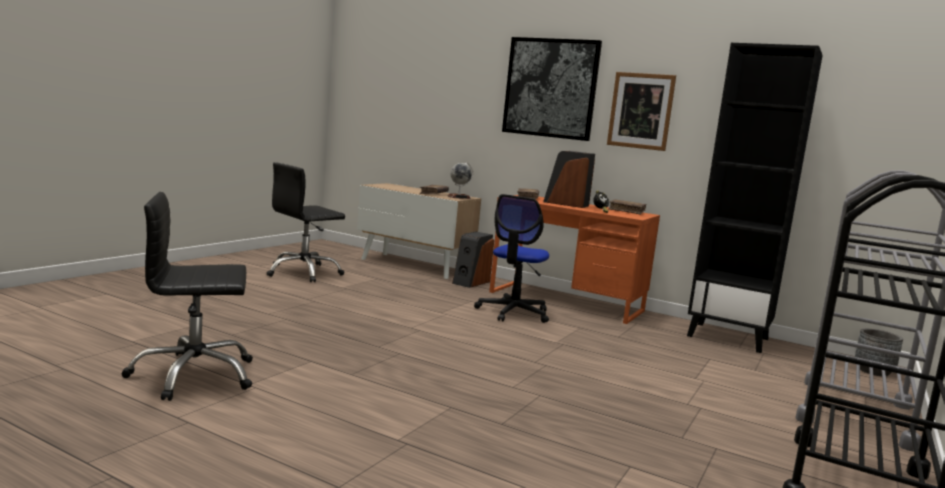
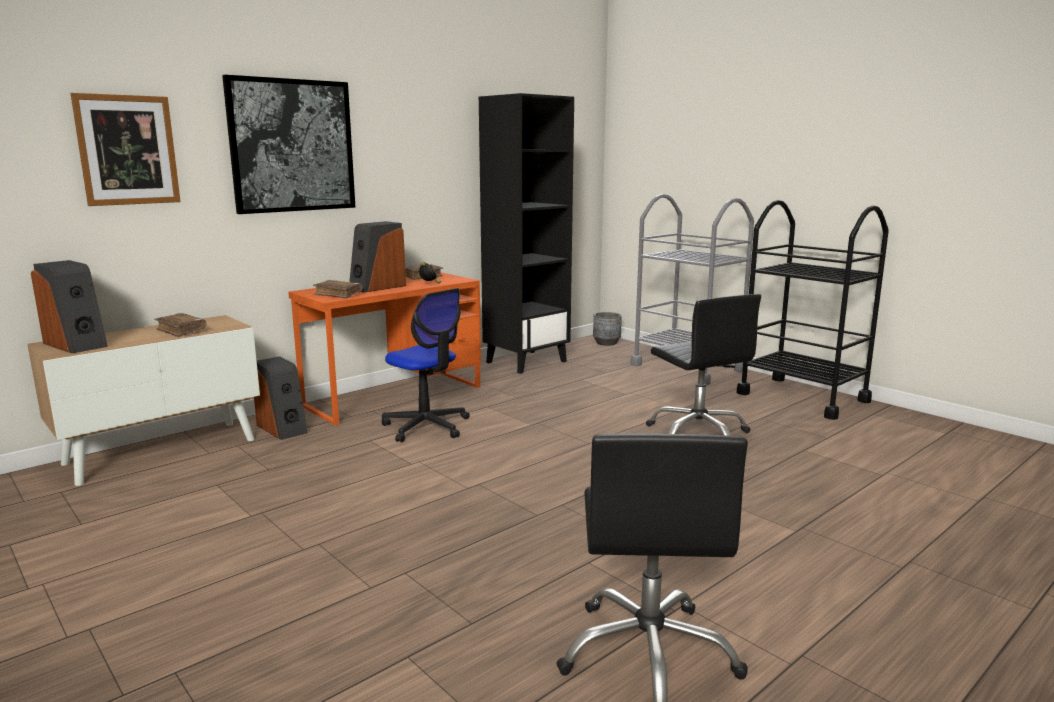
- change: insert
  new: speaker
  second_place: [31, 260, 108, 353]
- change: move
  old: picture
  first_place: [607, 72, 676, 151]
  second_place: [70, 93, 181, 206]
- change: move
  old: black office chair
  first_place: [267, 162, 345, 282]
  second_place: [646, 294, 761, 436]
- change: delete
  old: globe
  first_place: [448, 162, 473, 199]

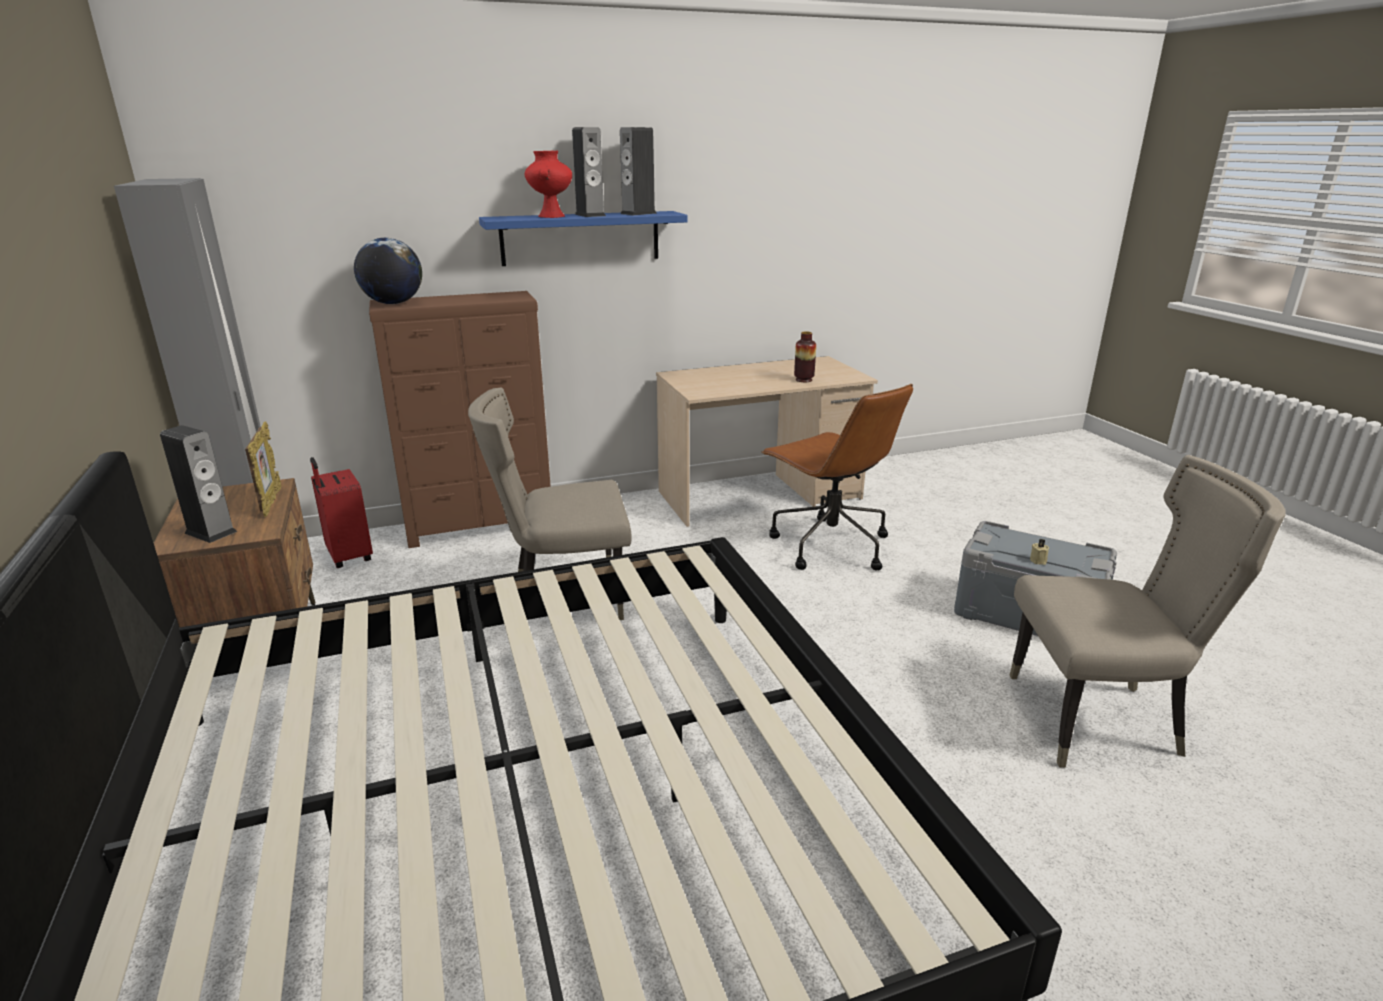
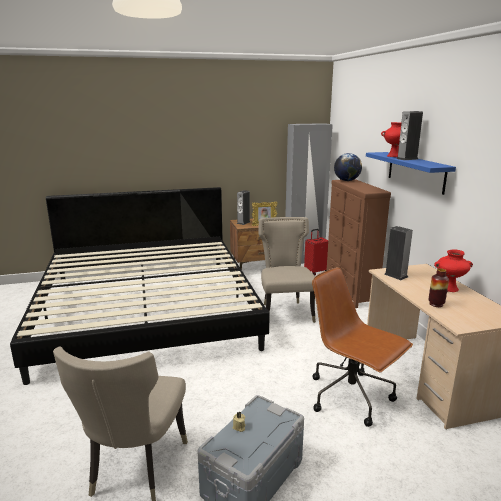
- change: rotate
  old: brown office chair
  first_place: [761, 384, 913, 570]
  second_place: [312, 267, 413, 427]
  degrees: 75
- change: move
  old: speaker
  first_place: [620, 127, 657, 215]
  second_place: [384, 226, 413, 280]
- change: insert
  new: red vase
  second_place: [434, 249, 473, 292]

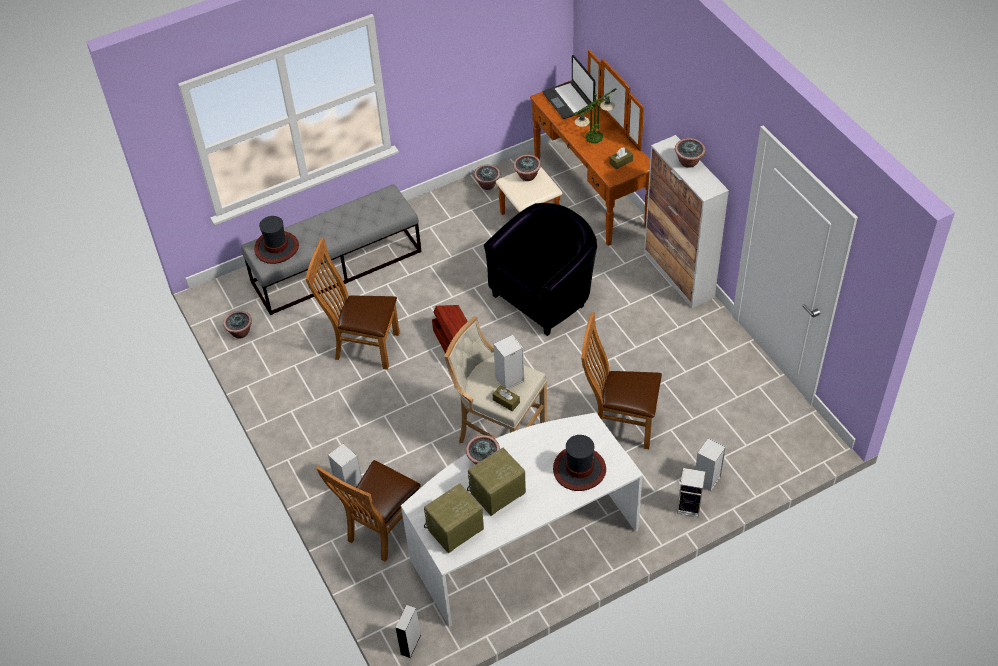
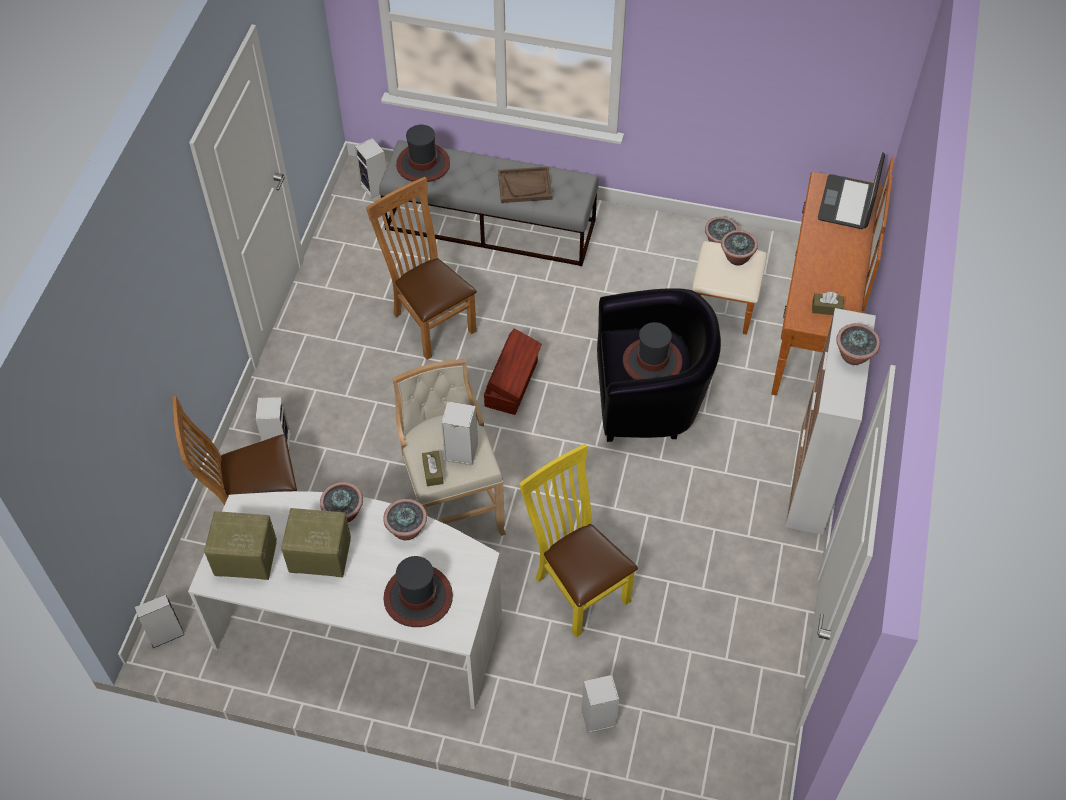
- change: move
  old: speaker
  first_place: [677, 468, 705, 517]
  second_place: [355, 138, 386, 199]
- change: move
  old: potted plant
  first_place: [223, 311, 252, 339]
  second_place: [383, 499, 427, 541]
- change: insert
  new: brown tray
  second_place: [498, 167, 552, 203]
- change: recolor
  old: brown chair
  new: yellow chair
  first_place: [581, 312, 662, 449]
  second_place: [519, 444, 638, 638]
- change: insert
  new: hat
  second_place: [623, 322, 682, 380]
- change: delete
  old: table lamp
  first_place: [574, 88, 616, 143]

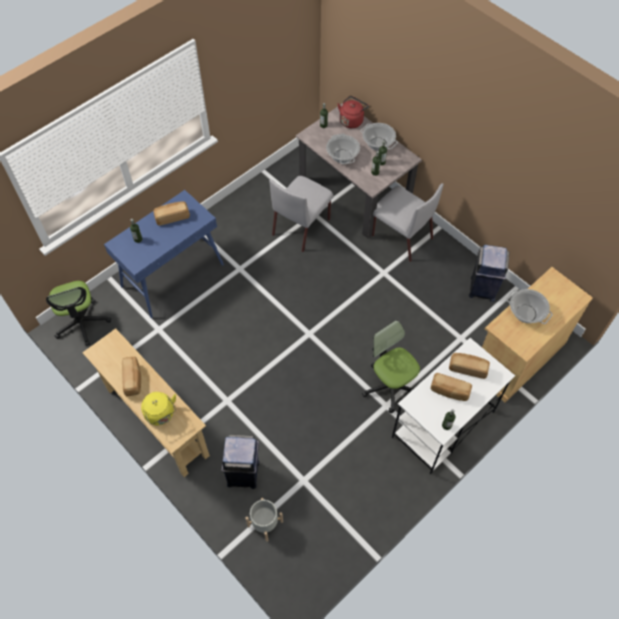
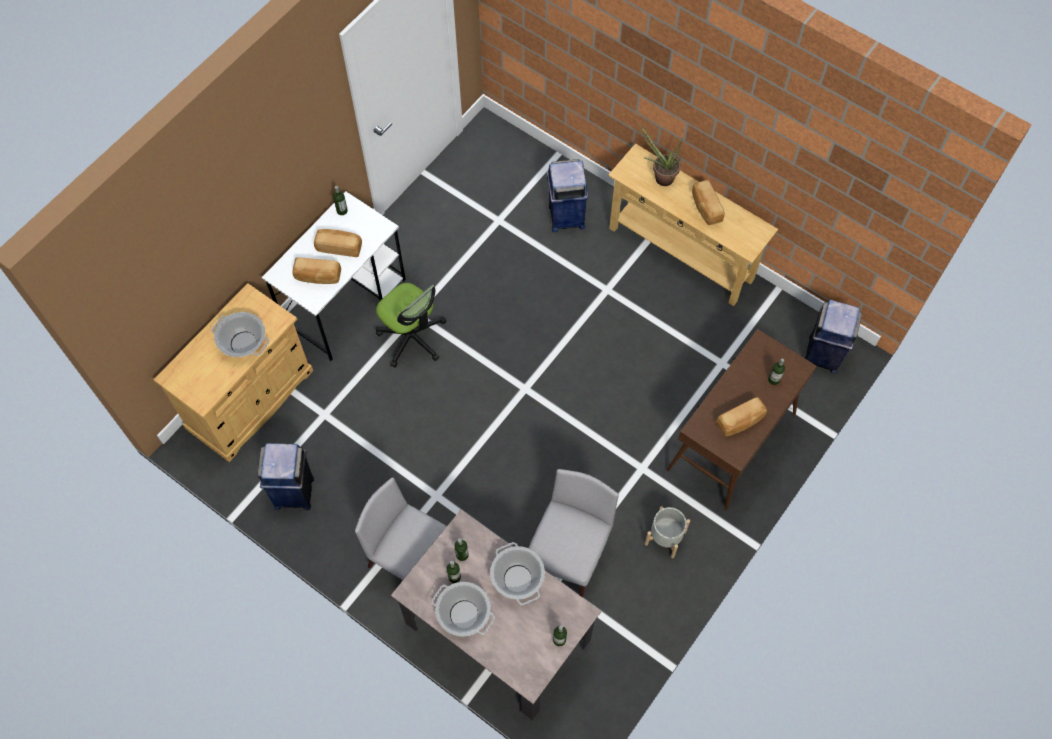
- change: replace
  old: yellow kettle
  new: potted plant
  first_place: [141, 392, 176, 426]
  second_place: [640, 126, 682, 186]
- change: move
  old: grey planter
  first_place: [245, 498, 283, 542]
  second_place: [645, 506, 690, 558]
- change: recolor
  old: blue console table
  new: brown console table
  first_place: [104, 190, 224, 318]
  second_place: [667, 329, 817, 510]
- change: replace
  old: office chair
  new: blue trash can
  first_place: [46, 281, 111, 346]
  second_place: [805, 300, 862, 374]
- change: delete
  old: red kettle
  first_place: [338, 96, 369, 128]

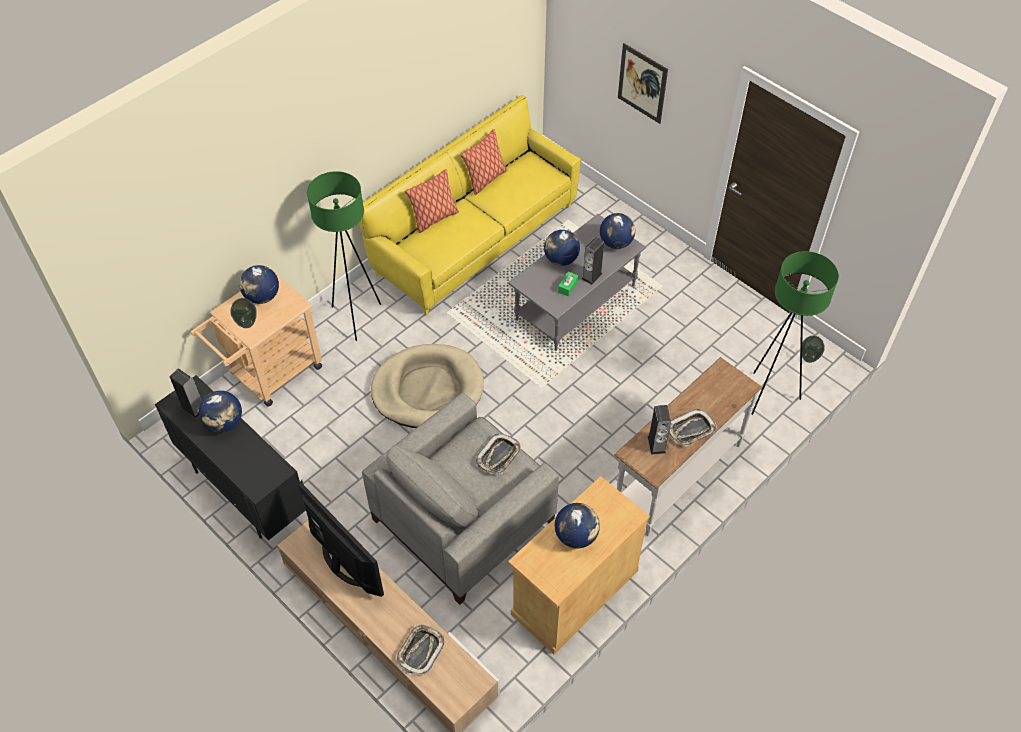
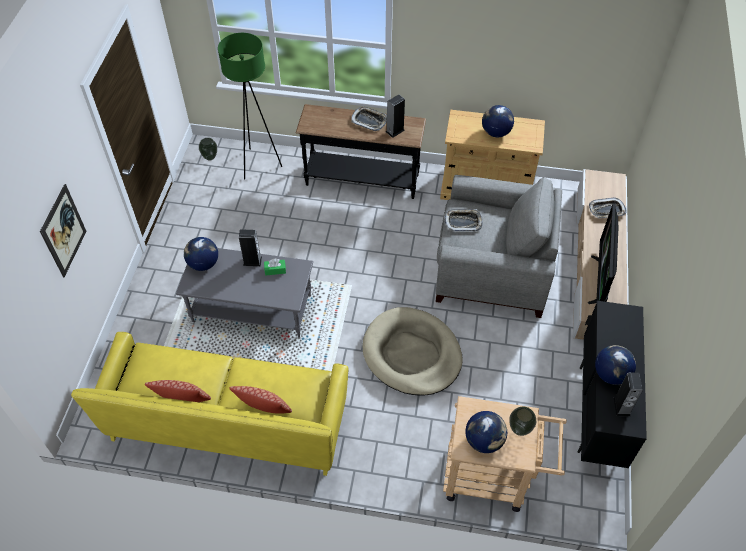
- change: recolor
  old: white console table
  new: black console table
  first_place: [614, 357, 763, 536]
  second_place: [296, 104, 426, 199]
- change: delete
  old: green floor lamp
  first_place: [307, 171, 381, 341]
- change: delete
  old: globe
  first_place: [544, 230, 580, 266]

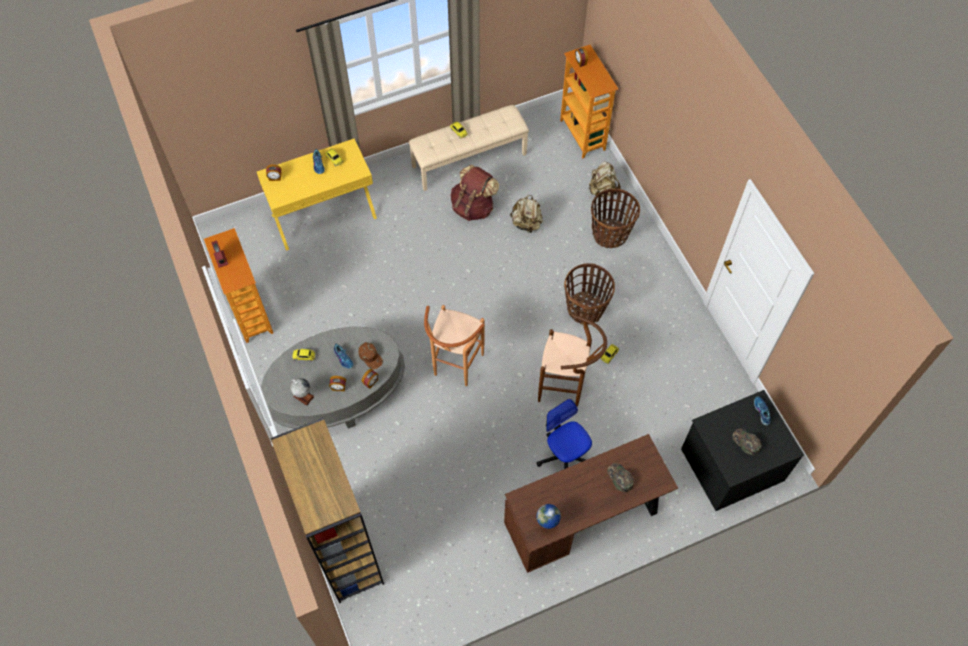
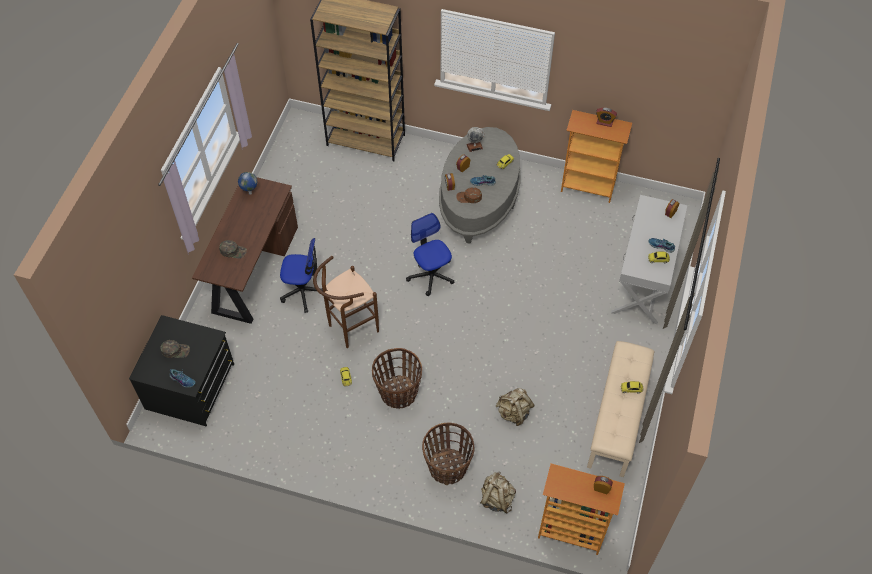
- change: replace
  old: brown stool
  new: office chair
  first_place: [424, 305, 485, 386]
  second_place: [406, 213, 454, 296]
- change: recolor
  old: yellow console table
  new: white console table
  first_place: [257, 139, 377, 251]
  second_place: [611, 195, 687, 324]
- change: delete
  old: brown backpack
  first_place: [451, 165, 499, 221]

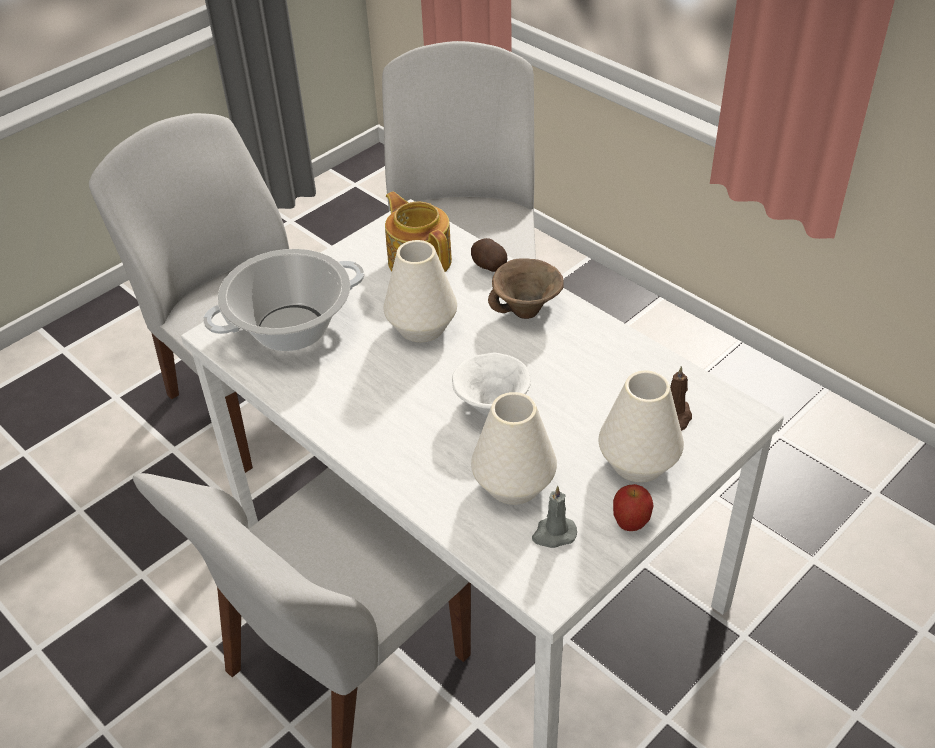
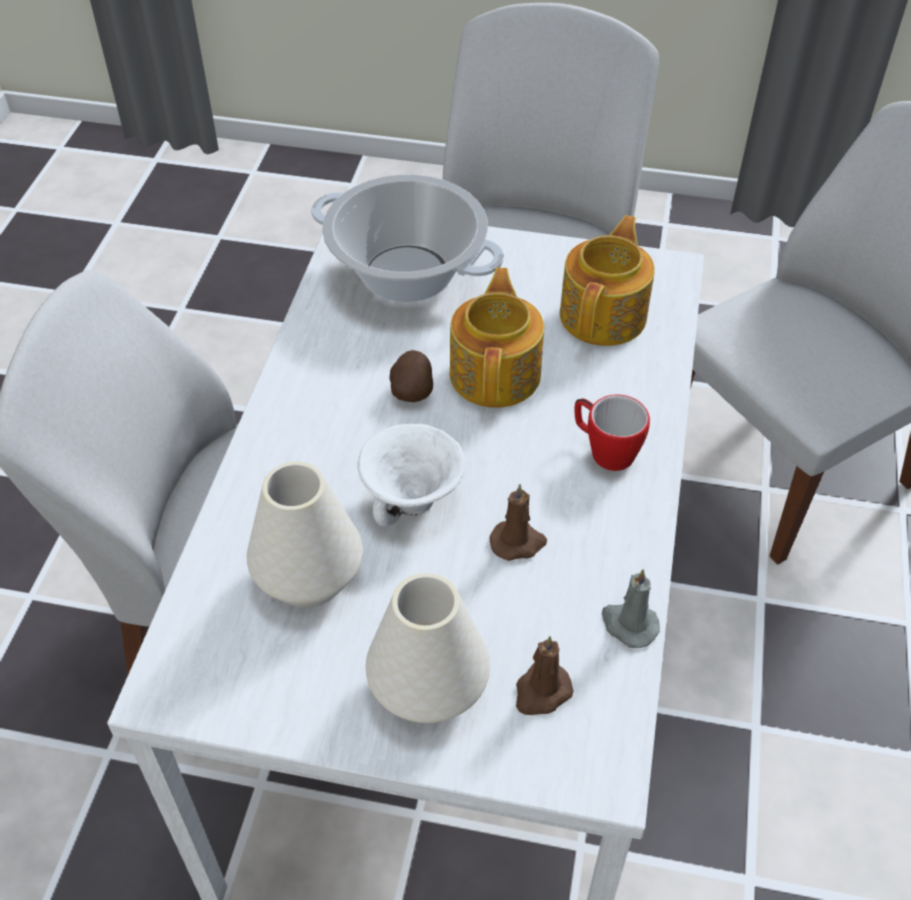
- change: move
  old: potato
  first_place: [471, 238, 507, 272]
  second_place: [389, 350, 433, 402]
- change: replace
  old: white vase
  new: teapot
  first_place: [384, 240, 457, 342]
  second_place: [450, 268, 544, 408]
- change: insert
  new: brown candle
  second_place: [490, 484, 547, 561]
- change: replace
  old: brown bowl
  new: mug
  first_place: [488, 258, 564, 319]
  second_place: [575, 394, 650, 471]
- change: move
  old: grey candle
  first_place: [532, 486, 577, 548]
  second_place: [602, 569, 660, 648]
- change: delete
  old: apple
  first_place: [613, 484, 653, 531]

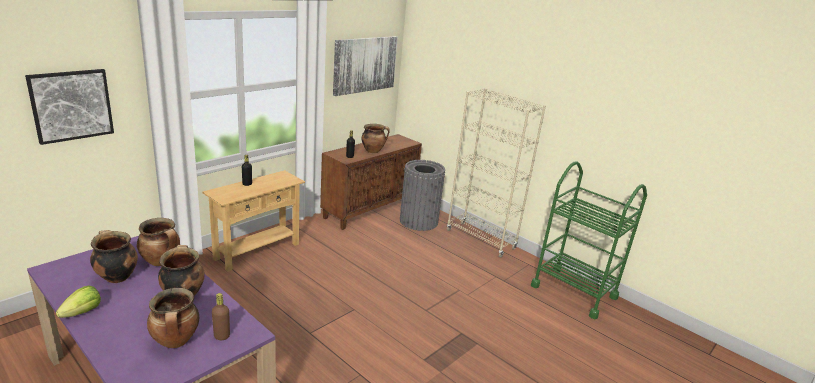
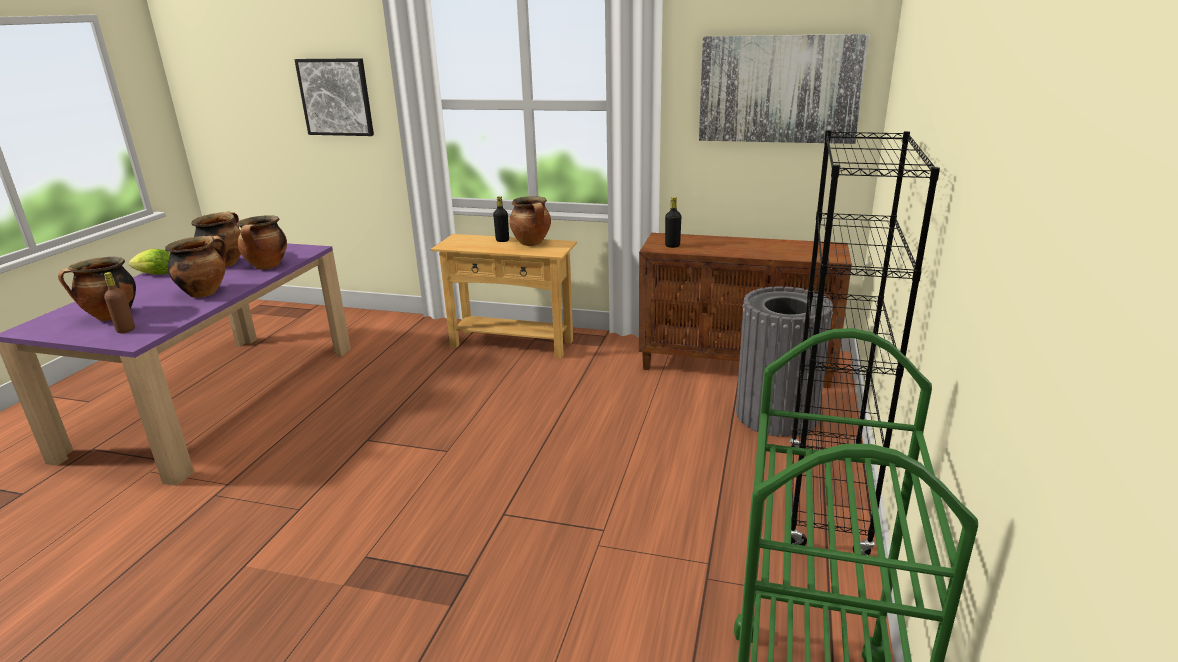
- change: move
  old: cooking pot
  first_place: [362, 124, 390, 153]
  second_place: [509, 196, 551, 246]
- change: recolor
  old: beige bookcase
  new: black bookcase
  first_place: [447, 88, 546, 257]
  second_place: [789, 130, 940, 556]

